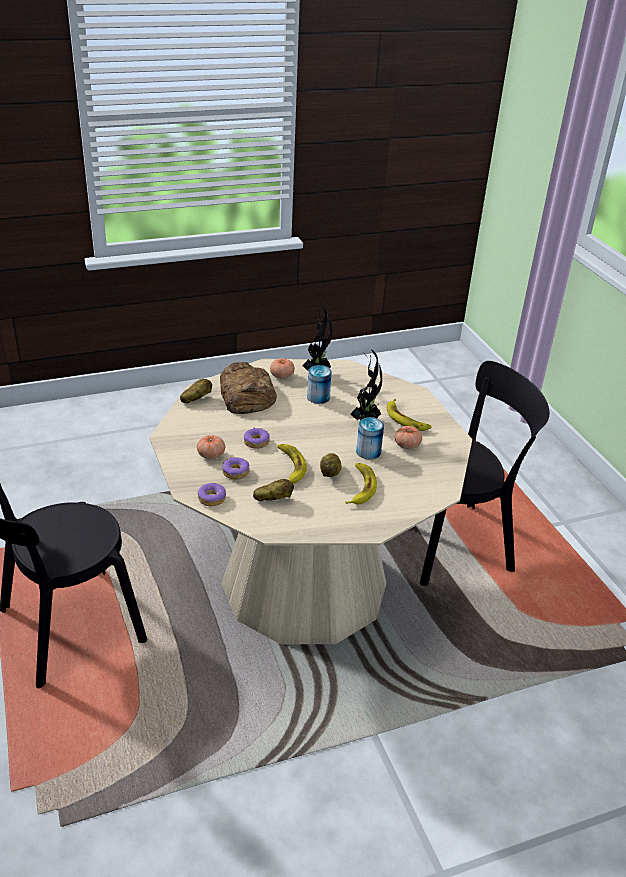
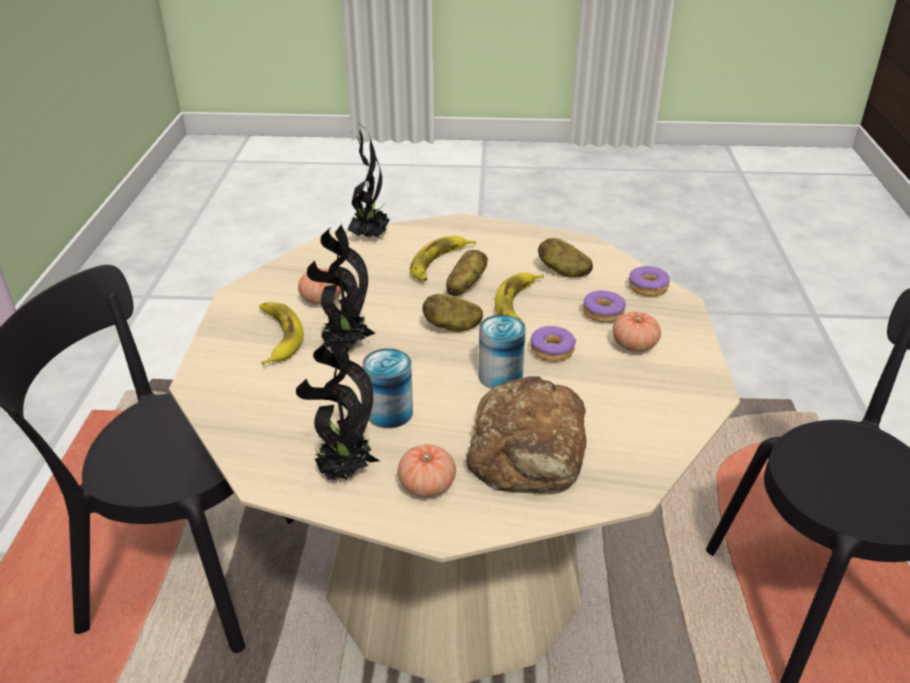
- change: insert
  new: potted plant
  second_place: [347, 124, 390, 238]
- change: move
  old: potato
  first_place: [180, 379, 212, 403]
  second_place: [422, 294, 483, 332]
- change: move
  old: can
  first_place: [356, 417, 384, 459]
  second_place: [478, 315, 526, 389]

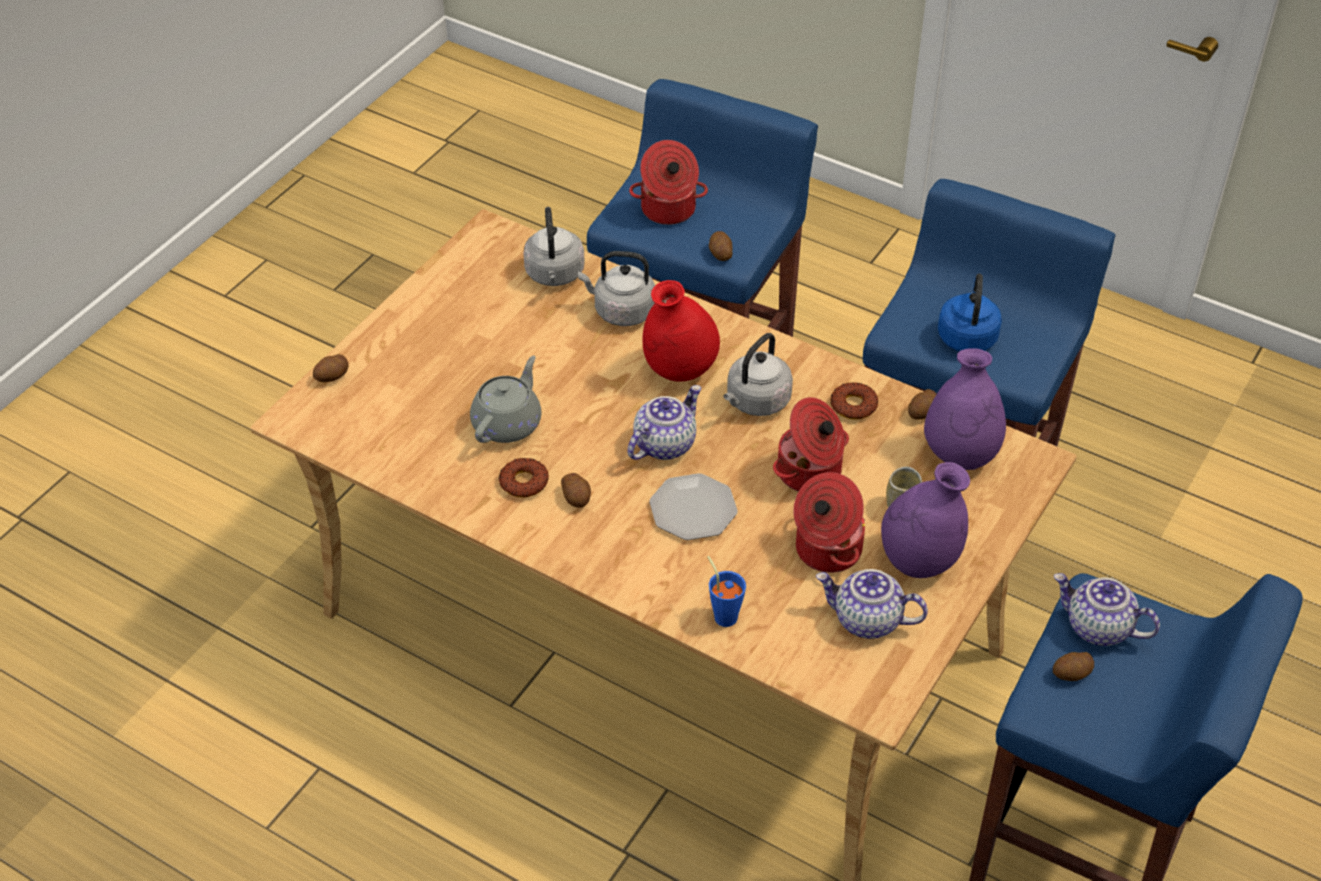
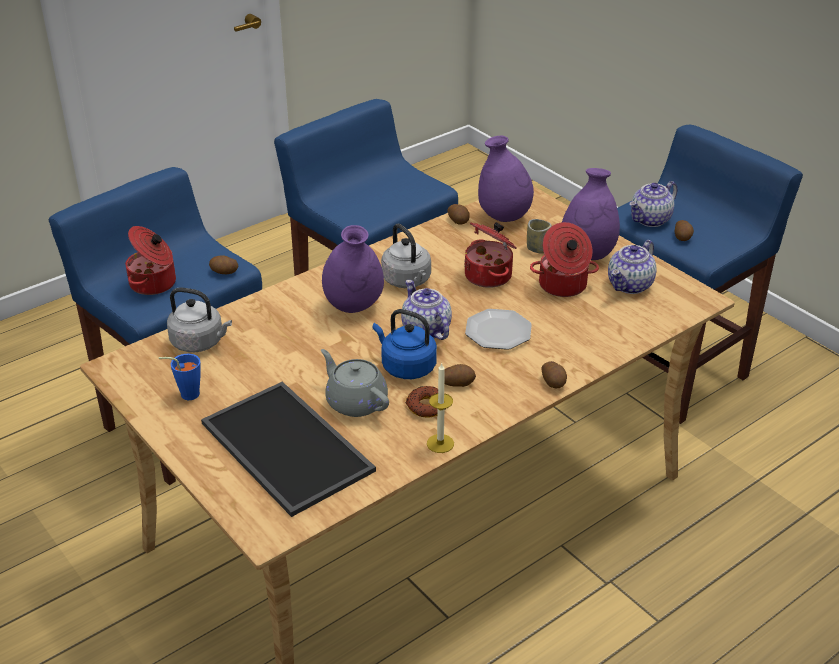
- change: move
  old: blue cup
  first_place: [707, 556, 746, 627]
  second_place: [159, 354, 201, 400]
- change: insert
  new: tray
  second_place: [201, 382, 376, 517]
- change: recolor
  old: red vase
  new: purple vase
  first_place: [642, 280, 720, 382]
  second_place: [322, 225, 384, 313]
- change: move
  old: blue kettle
  first_place: [938, 274, 1002, 351]
  second_place: [373, 309, 437, 379]
- change: insert
  new: candle
  second_place: [427, 363, 454, 453]
- change: move
  old: potato
  first_place: [313, 354, 349, 382]
  second_place: [541, 361, 567, 388]
- change: delete
  old: grey kettle
  first_place: [578, 251, 655, 326]
- change: delete
  old: donut
  first_place: [830, 382, 878, 420]

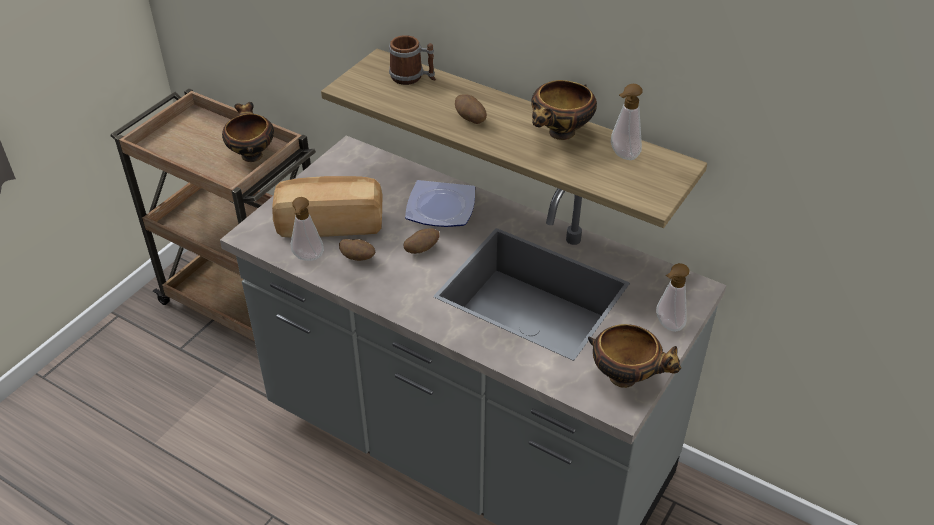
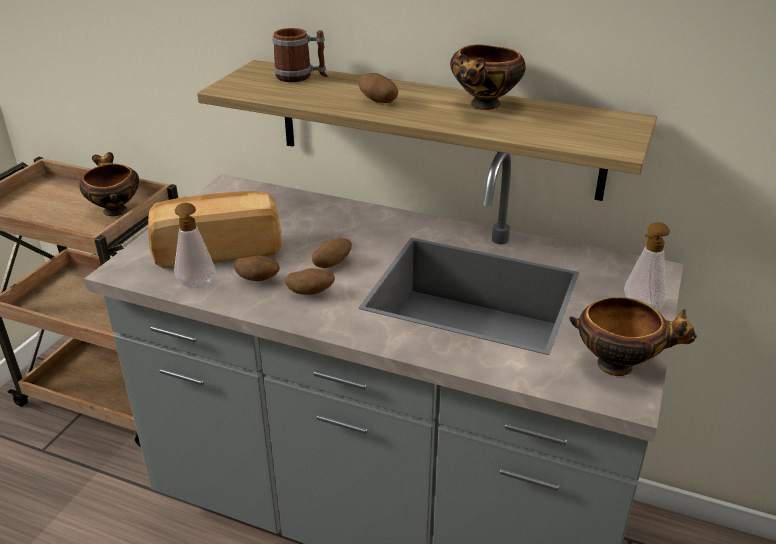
- change: insert
  new: potato
  second_place: [285, 268, 335, 295]
- change: delete
  old: plate
  first_place: [405, 180, 475, 227]
- change: delete
  old: soap dispenser
  first_place: [611, 84, 642, 160]

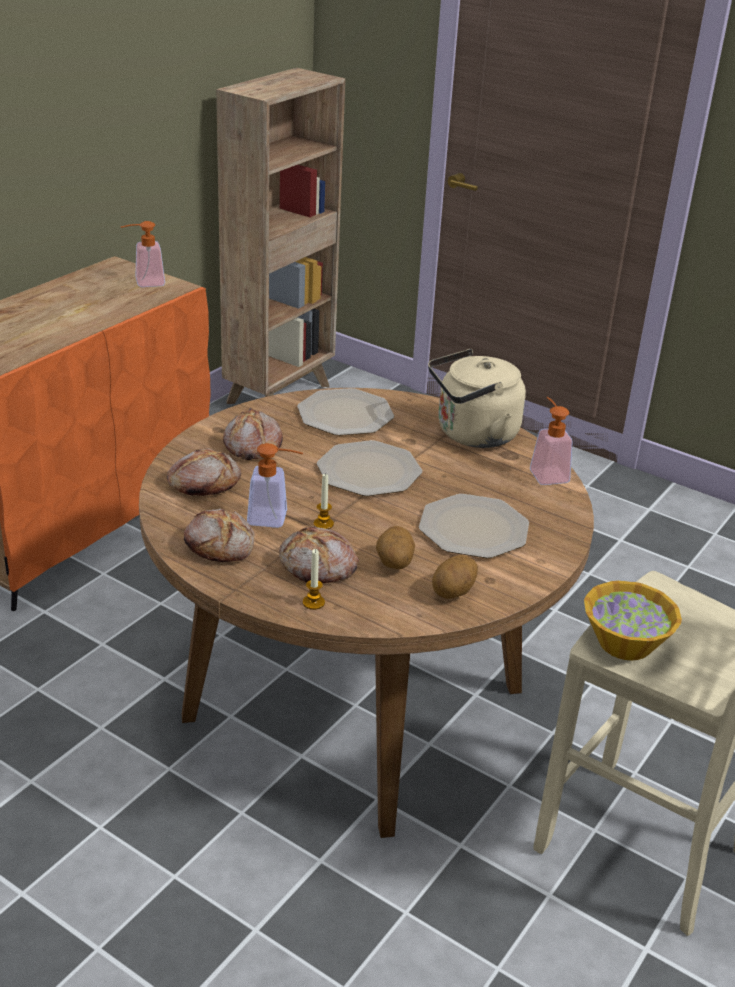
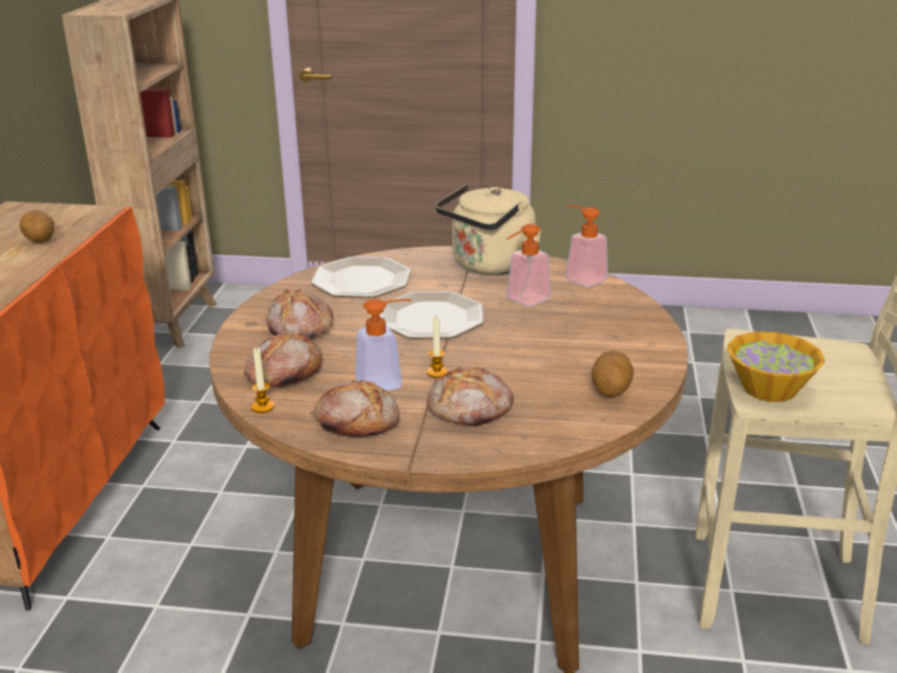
- change: move
  old: potato
  first_place: [376, 526, 415, 569]
  second_place: [19, 210, 54, 243]
- change: move
  old: candle
  first_place: [303, 549, 325, 610]
  second_place: [251, 347, 275, 413]
- change: move
  old: soap dispenser
  first_place: [121, 221, 165, 287]
  second_place: [507, 224, 551, 307]
- change: delete
  old: plate
  first_place: [419, 494, 529, 558]

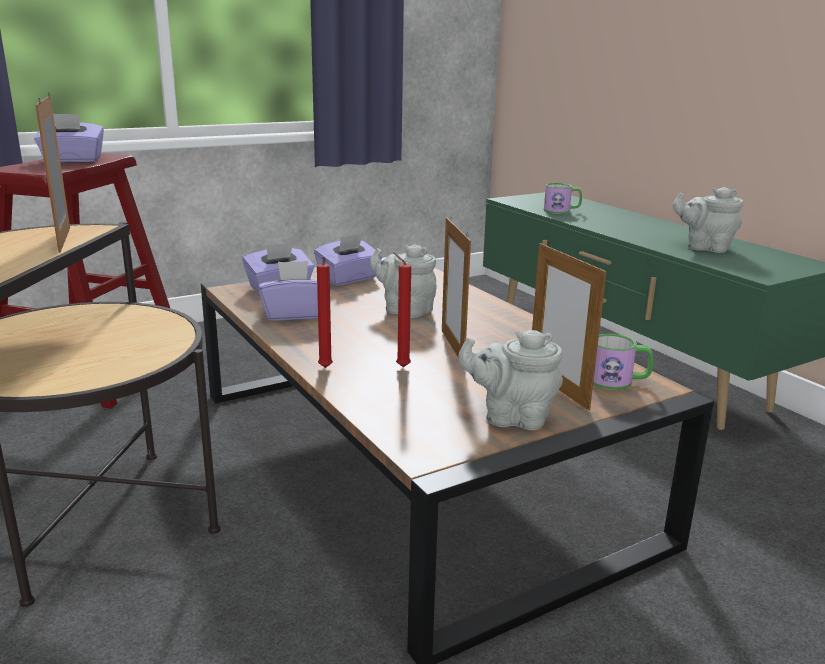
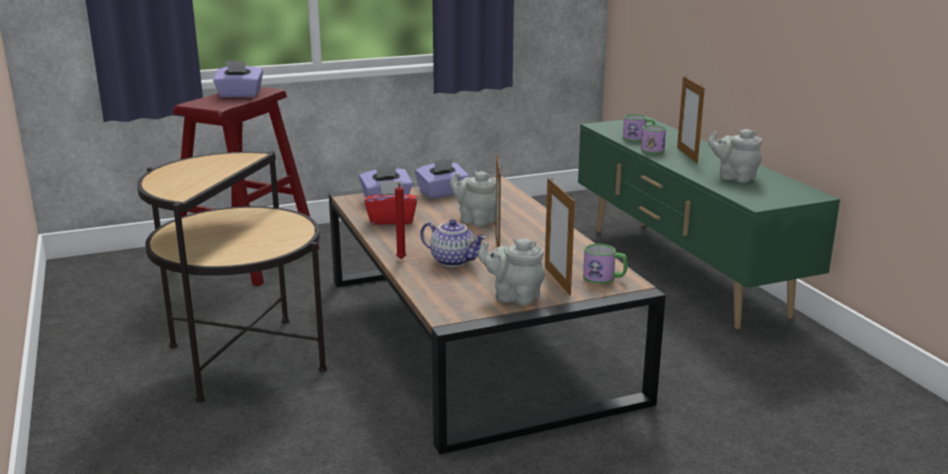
- change: recolor
  old: purple tissue box
  new: red tissue box
  first_place: [259, 261, 331, 321]
  second_place: [364, 181, 417, 225]
- change: replace
  old: red candle
  new: teapot
  first_place: [393, 252, 411, 367]
  second_place: [420, 219, 486, 267]
- change: insert
  new: mug
  second_place: [641, 125, 666, 154]
- change: move
  old: picture frame
  first_place: [36, 92, 70, 253]
  second_place: [677, 76, 705, 163]

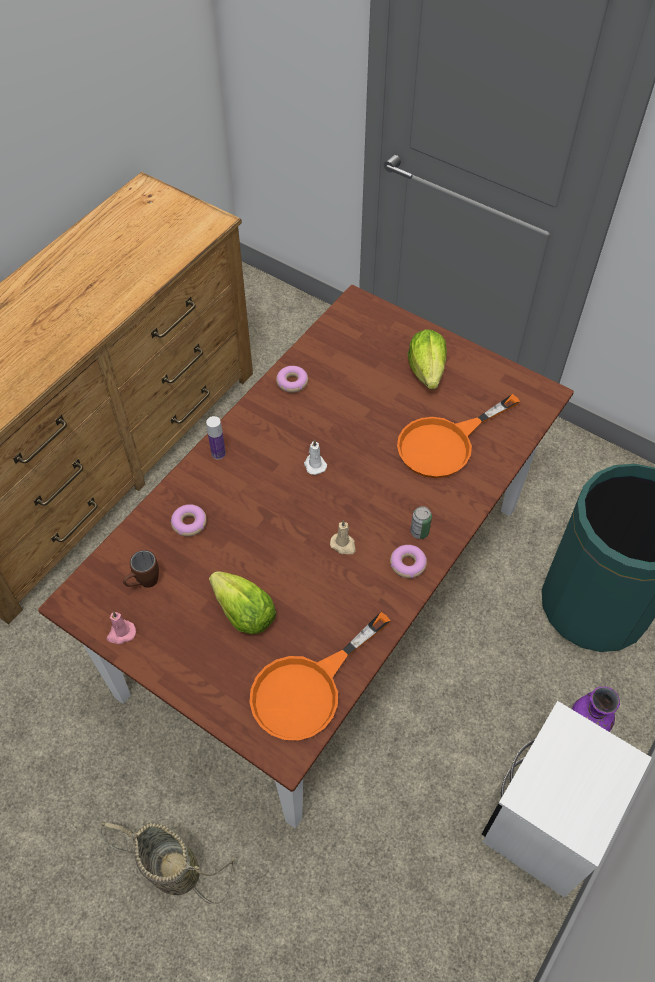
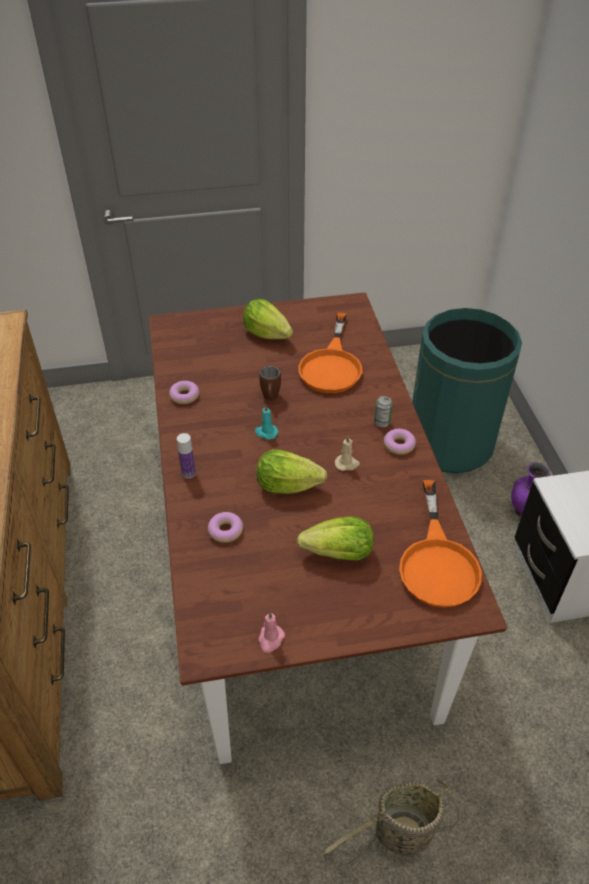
- change: recolor
  old: white candle
  new: turquoise candle
  first_place: [304, 440, 327, 475]
  second_place: [255, 405, 278, 440]
- change: insert
  new: lettuce
  second_place: [257, 449, 327, 494]
- change: move
  old: brown mug
  first_place: [123, 550, 159, 588]
  second_place: [259, 366, 281, 400]

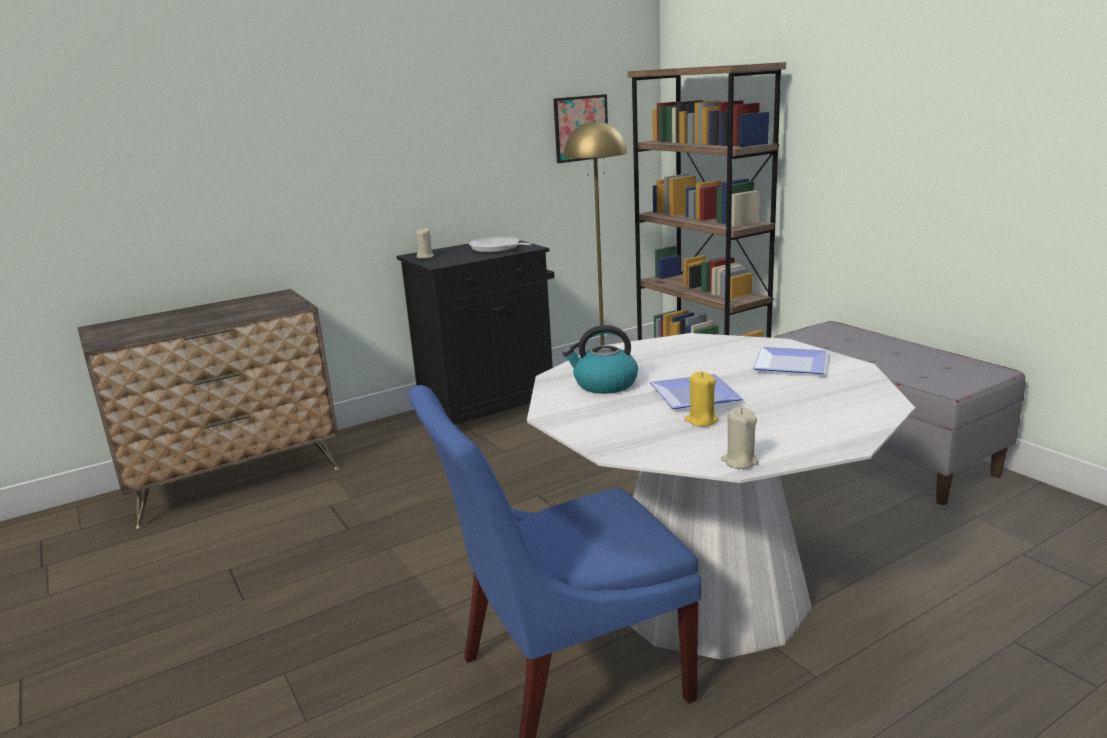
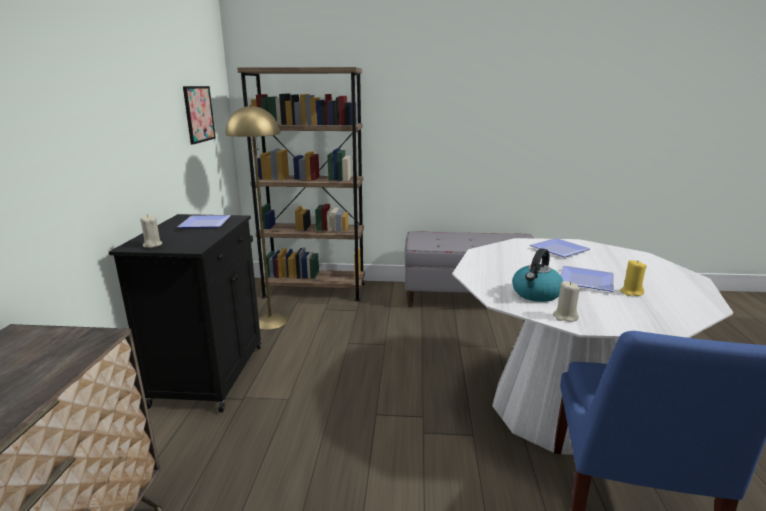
- change: replace
  old: frying pan
  new: plate
  first_place: [469, 237, 532, 253]
  second_place: [177, 215, 231, 228]
- change: move
  old: beige candle
  first_place: [721, 407, 759, 469]
  second_place: [553, 281, 580, 322]

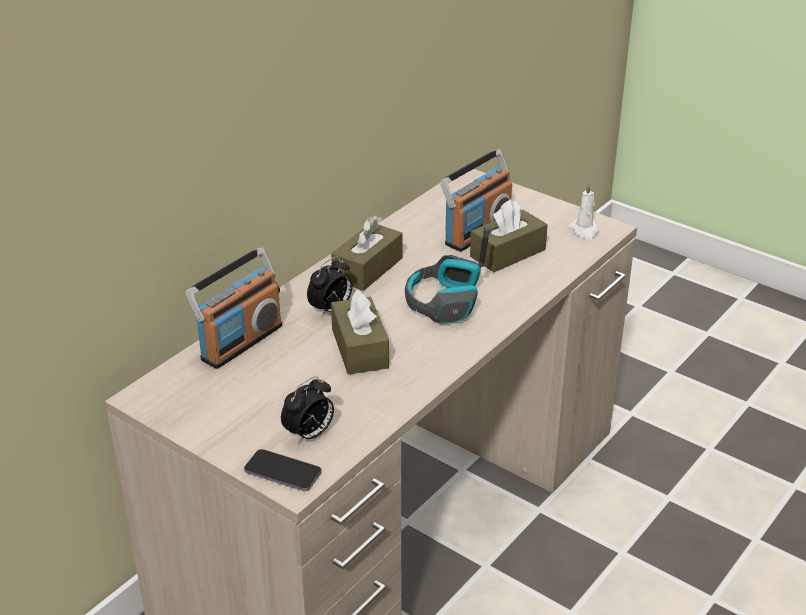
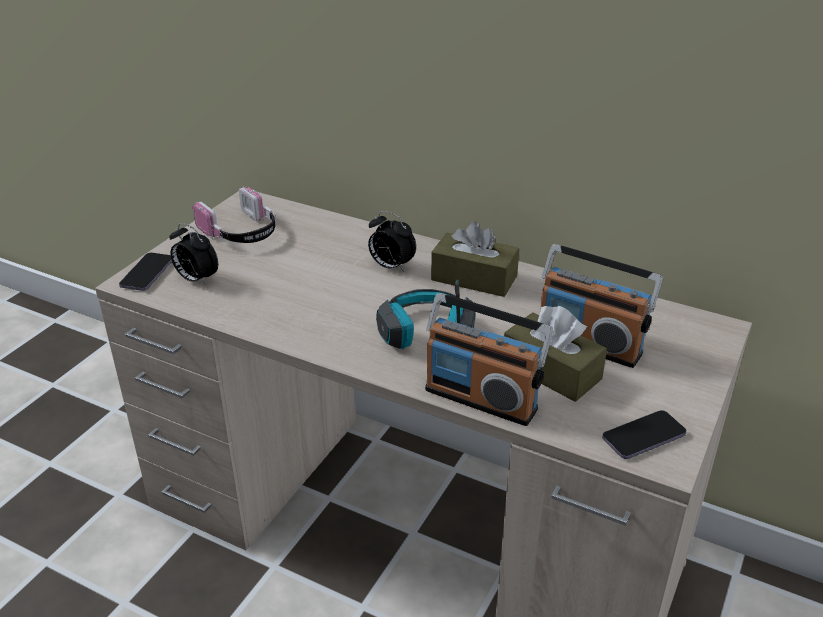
- change: insert
  new: headphones
  second_place: [193, 186, 276, 243]
- change: move
  old: radio
  first_place: [185, 247, 282, 369]
  second_place: [425, 293, 553, 426]
- change: replace
  old: white candle
  new: phone
  first_place: [569, 183, 599, 240]
  second_place: [602, 410, 687, 459]
- change: delete
  old: brown tissue box
  first_place: [331, 290, 389, 374]

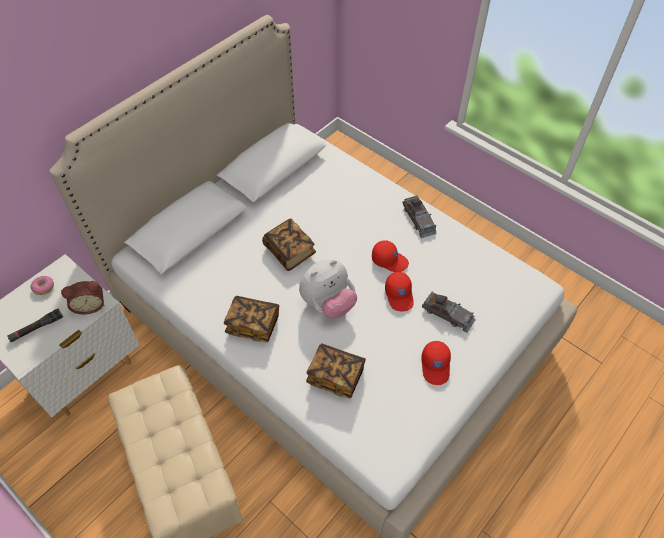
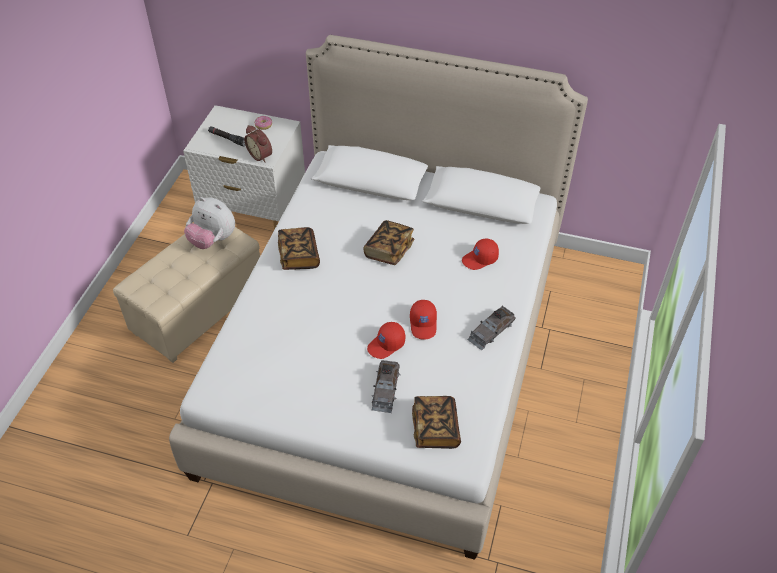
- change: move
  old: plush toy
  first_place: [299, 259, 357, 318]
  second_place: [184, 197, 235, 249]
- change: move
  old: book
  first_place: [306, 343, 366, 398]
  second_place: [412, 396, 461, 449]
- change: move
  old: red cap
  first_place: [421, 341, 451, 385]
  second_place: [462, 239, 499, 270]

